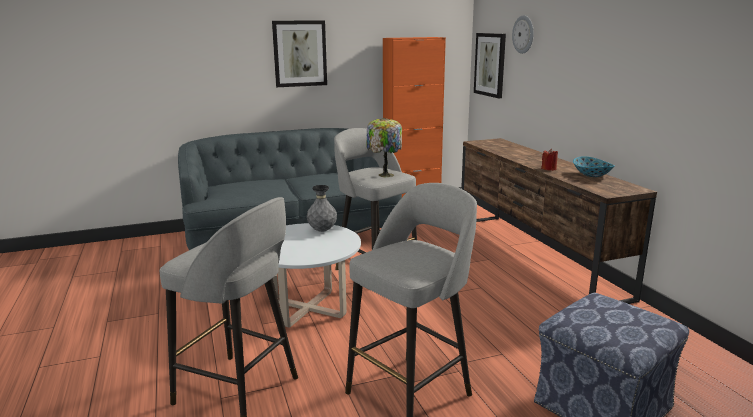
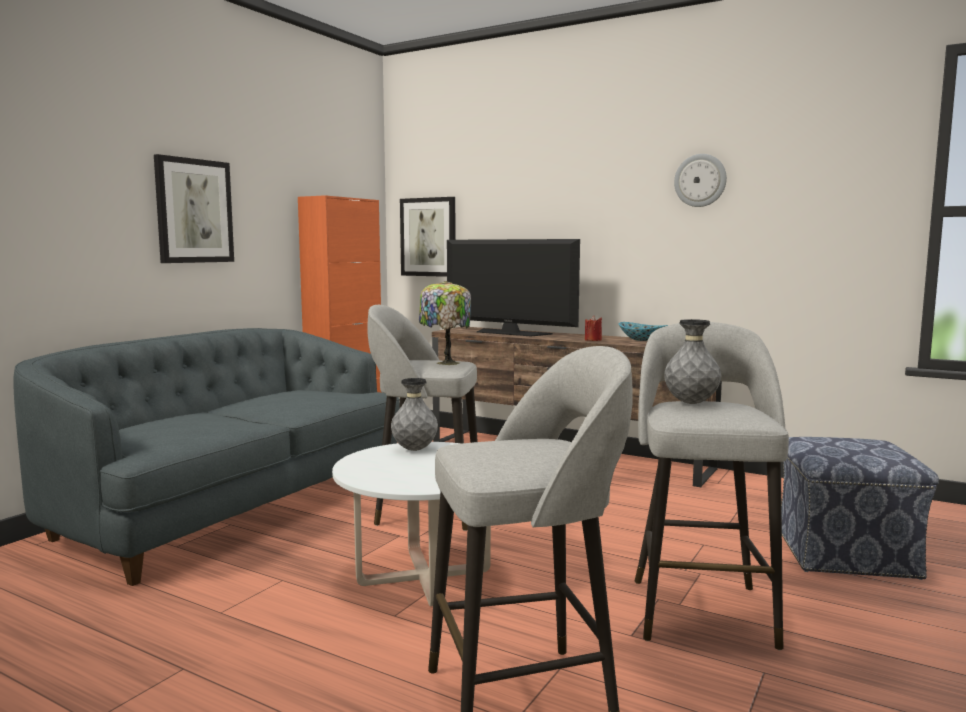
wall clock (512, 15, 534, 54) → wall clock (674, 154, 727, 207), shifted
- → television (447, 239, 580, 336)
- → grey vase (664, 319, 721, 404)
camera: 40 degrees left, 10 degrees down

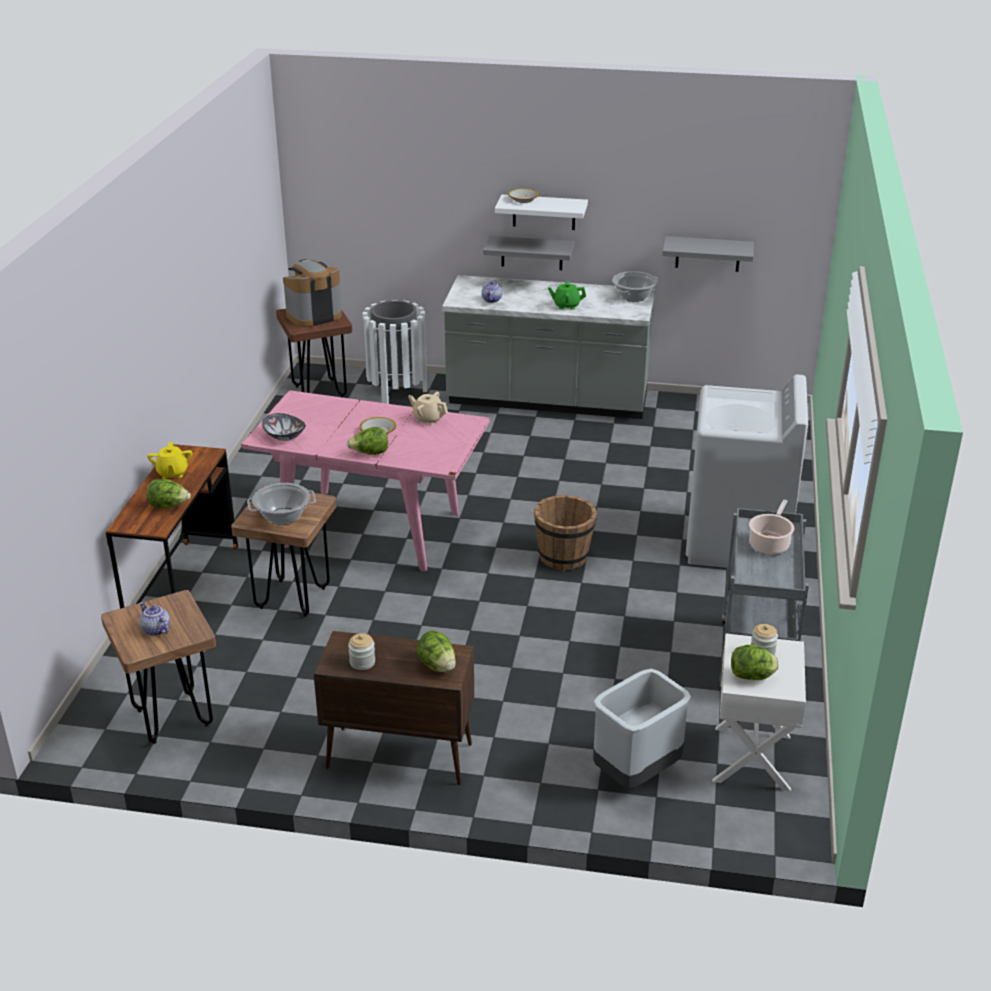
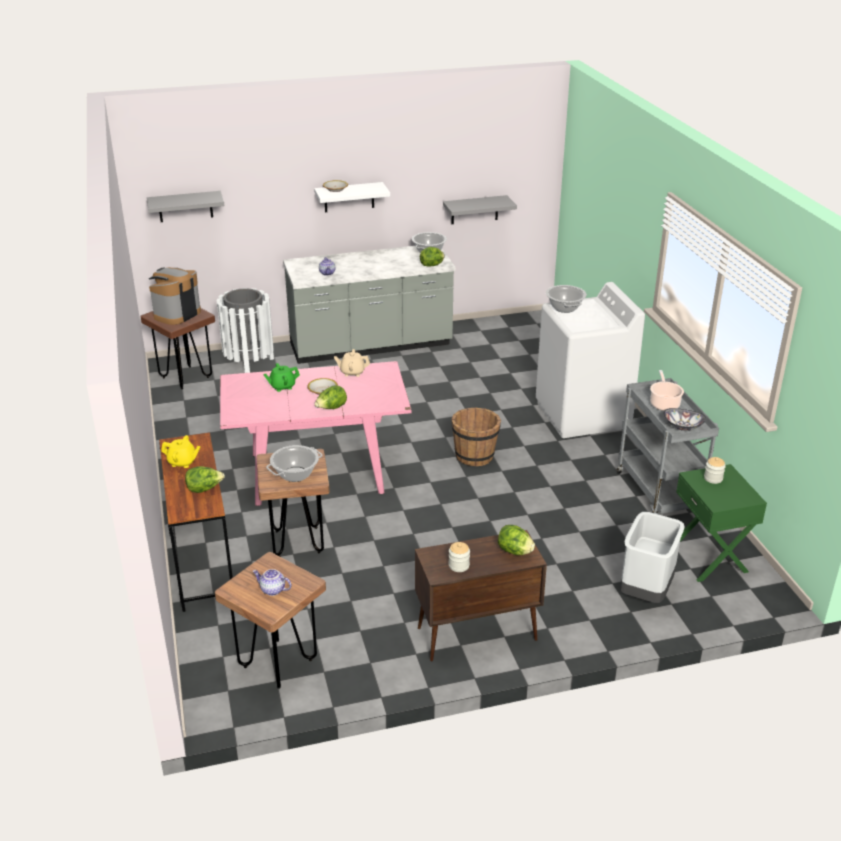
grey shelf (483, 236, 575, 270) → grey shelf (147, 191, 225, 222), shifted
green teapot (548, 281, 586, 310) → green teapot (263, 363, 300, 392), shifted
bowl (262, 413, 306, 441) → bowl (664, 408, 706, 431), shifted
yellow teapot (147, 442, 192, 479) → yellow teapot (161, 435, 201, 468), 45 degrees counterclockwise
white nightstand (712, 634, 806, 791) → green nightstand (676, 464, 767, 582)
lettuce (731, 645, 779, 680) → lettuce (420, 247, 445, 267), shifted
- → cooking pot (546, 285, 587, 313)
camera: 25 degrees left, 0 degrees up

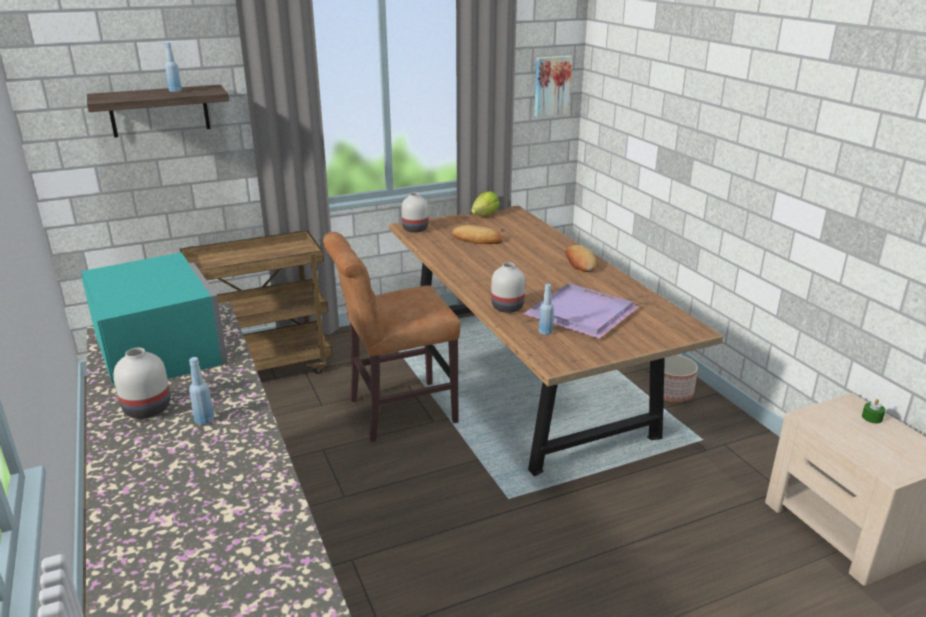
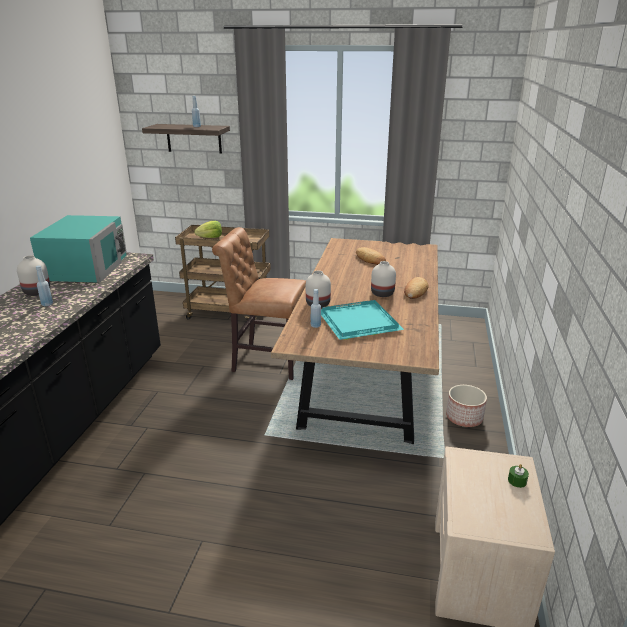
picture (534, 55, 572, 117) → -
lettuce (471, 191, 499, 216) → lettuce (194, 221, 222, 238), shifted
white vase (401, 193, 428, 233) → white vase (371, 261, 396, 297), shifted
purple tray (523, 283, 639, 339) → turquoise tray (321, 300, 404, 340)
camera: 35 degrees right, 0 degrees up

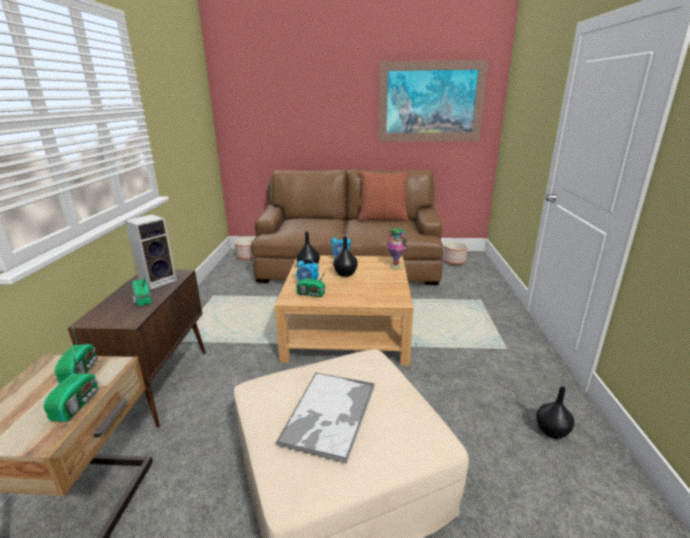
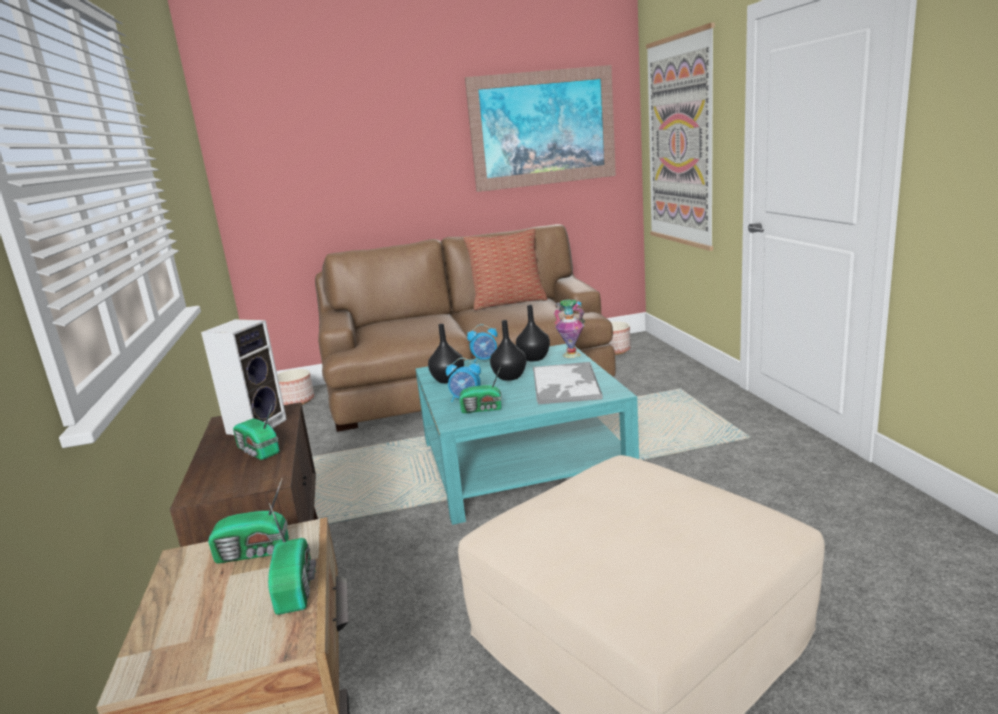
beige coffee table (275, 255, 413, 366) → turquoise coffee table (416, 344, 639, 525)
radio (55, 325, 98, 384) → radio (208, 479, 289, 564), 105 degrees clockwise
tray (276, 373, 375, 463) → tray (533, 362, 603, 404), shifted
black vase (536, 387, 574, 439) → black vase (516, 305, 550, 361), shifted
- → picture (646, 22, 715, 251)
camera: 15 degrees left, 5 degrees down

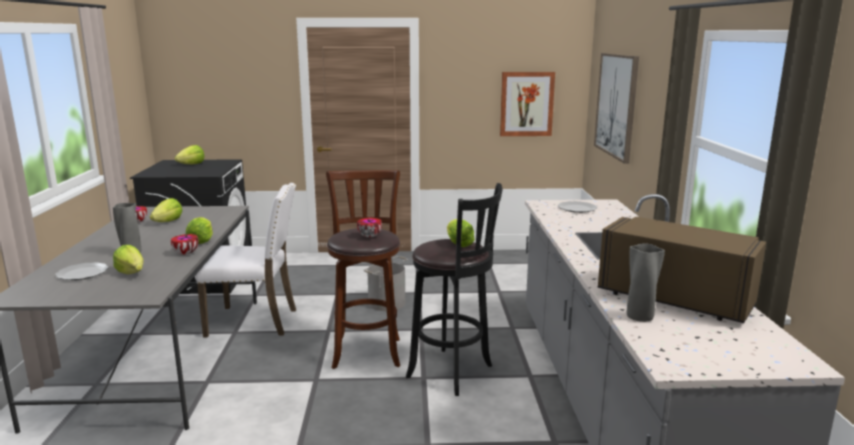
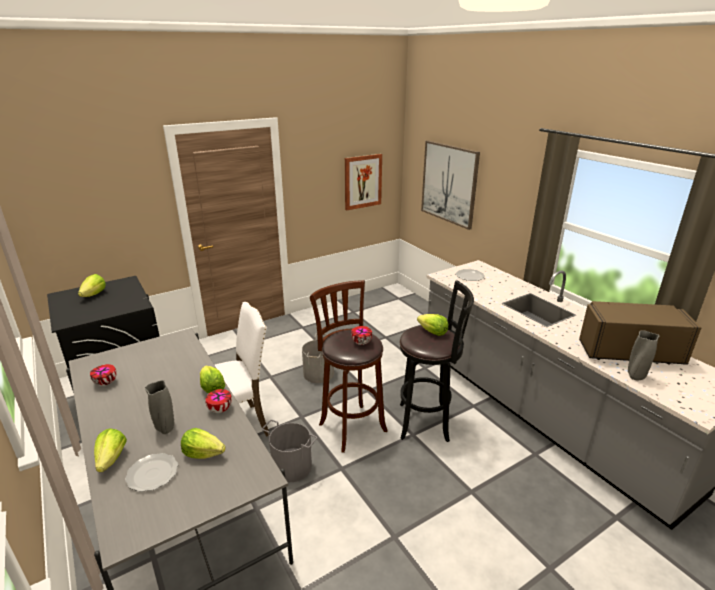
lettuce (150, 198, 182, 222) → lettuce (94, 428, 127, 472), shifted
- → grey bucket (262, 420, 317, 482)
camera: 30 degrees left, 10 degrees up

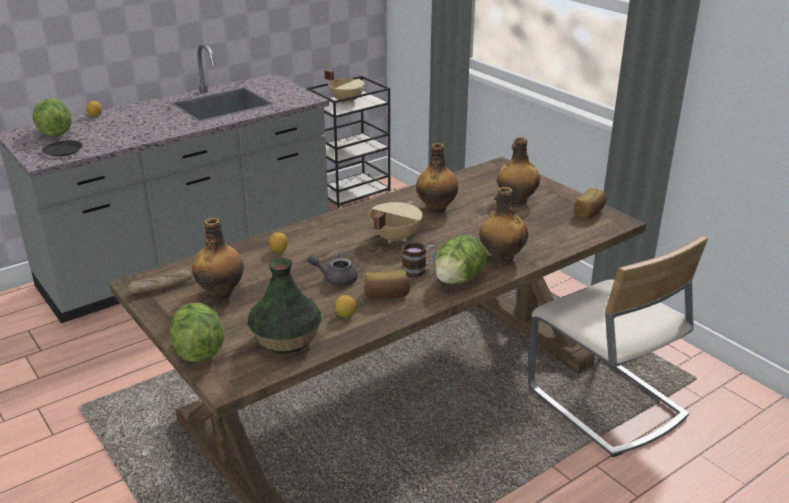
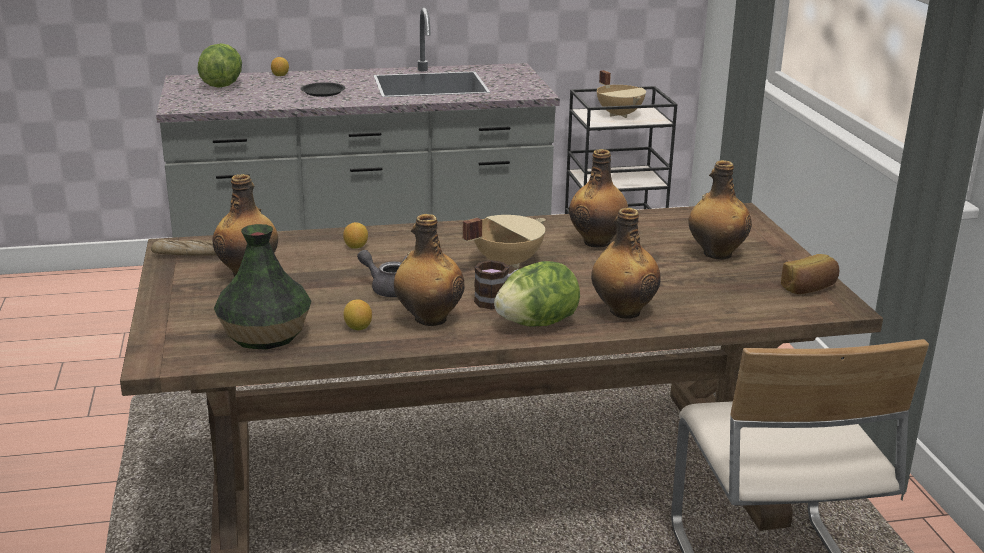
black plate (42, 140, 83, 156) → black plate (301, 82, 345, 97), shifted
bread (364, 270, 410, 299) → bottle (394, 214, 465, 326)
lettuce (169, 303, 224, 362) → -
camera: 25 degrees right, 5 degrees down

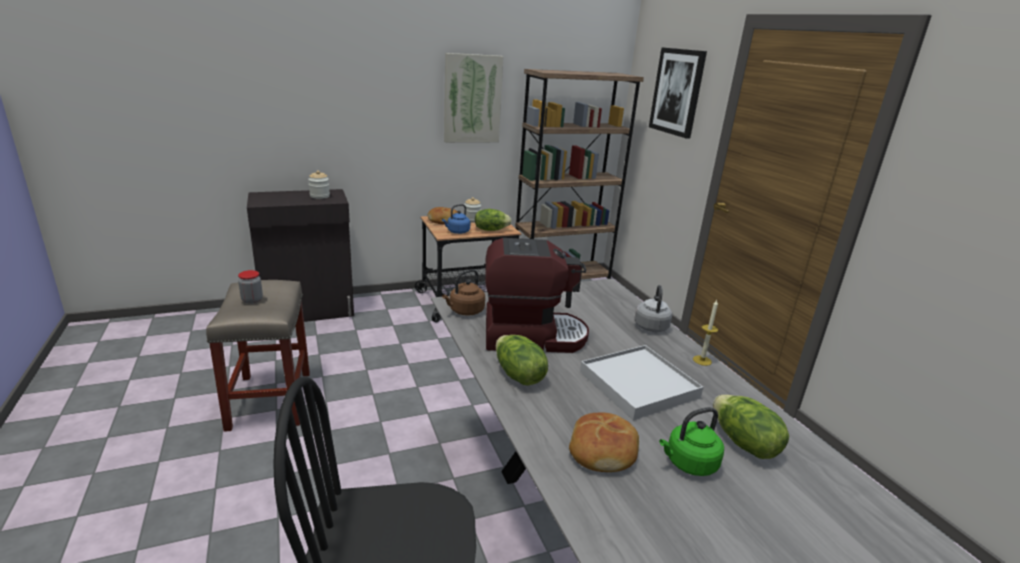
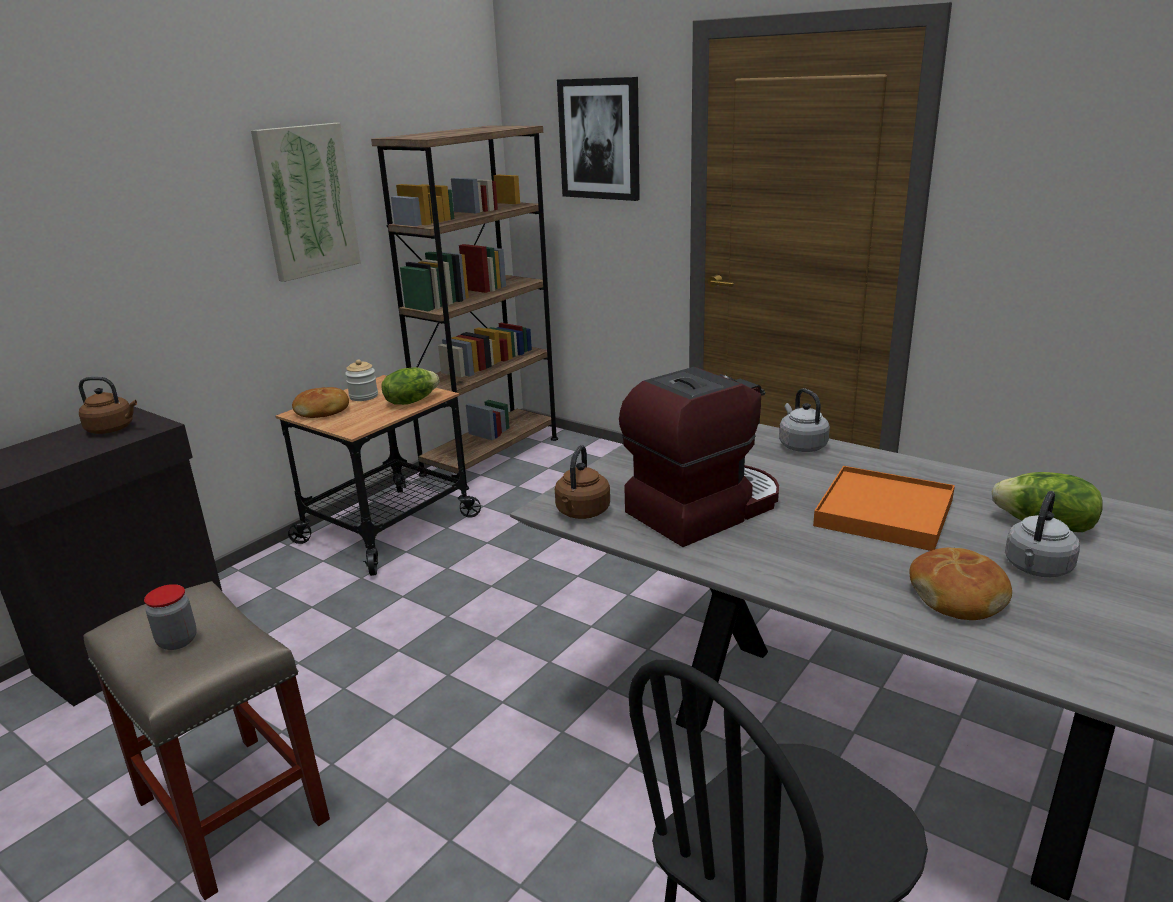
jar (308, 170, 330, 199) → brown kettle (79, 377, 137, 434)
blue kettle (442, 204, 470, 234) → -
candle (693, 300, 718, 366) → -
lettuce (496, 335, 548, 386) → -
white tray (580, 345, 703, 420) → orange tray (813, 466, 955, 551)
green kettle (659, 407, 724, 476) → grey kettle (1005, 491, 1080, 577)
camera: 30 degrees left, 0 degrees up

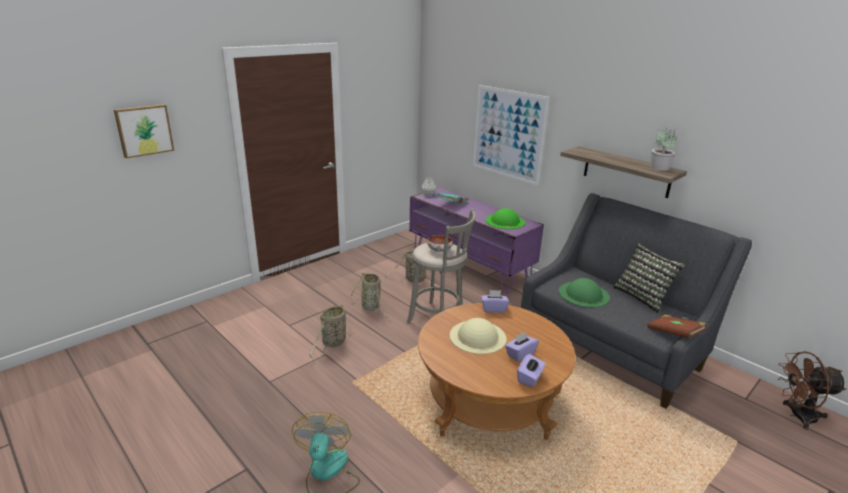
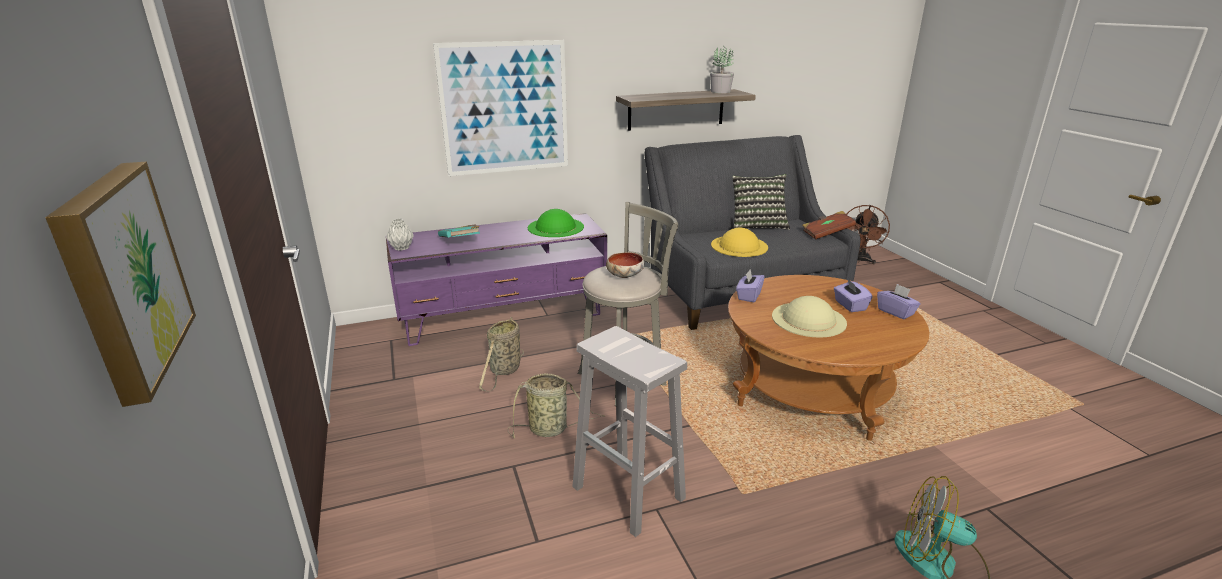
green hat (559, 278, 610, 308) → yellow hat (711, 228, 768, 257)
basket (309, 304, 351, 359) → white stool (572, 326, 687, 537)
camera: 65 degrees left, 0 degrees up

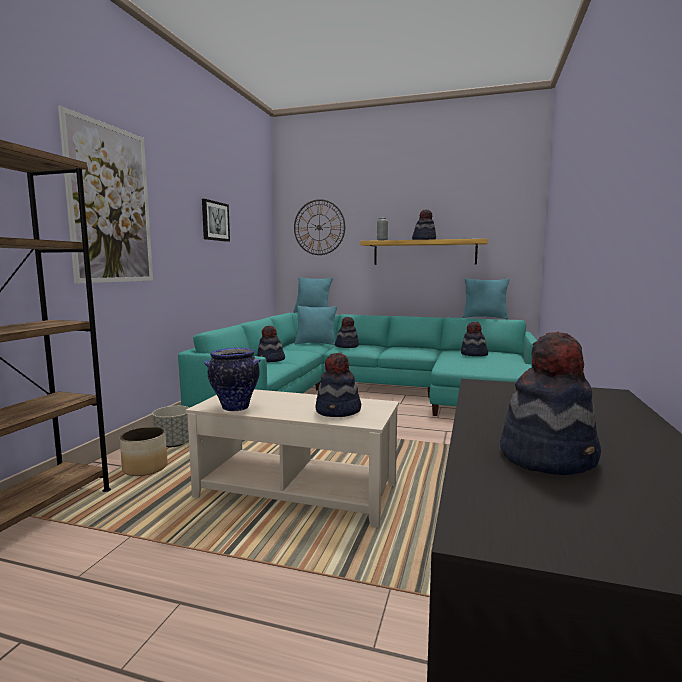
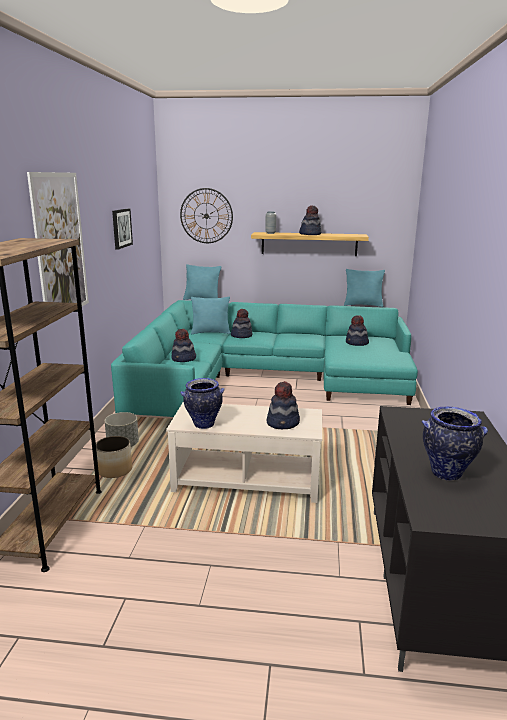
hat (500, 331, 601, 475) → vase (422, 407, 488, 481)
camera: 10 degrees left, 10 degrees up

